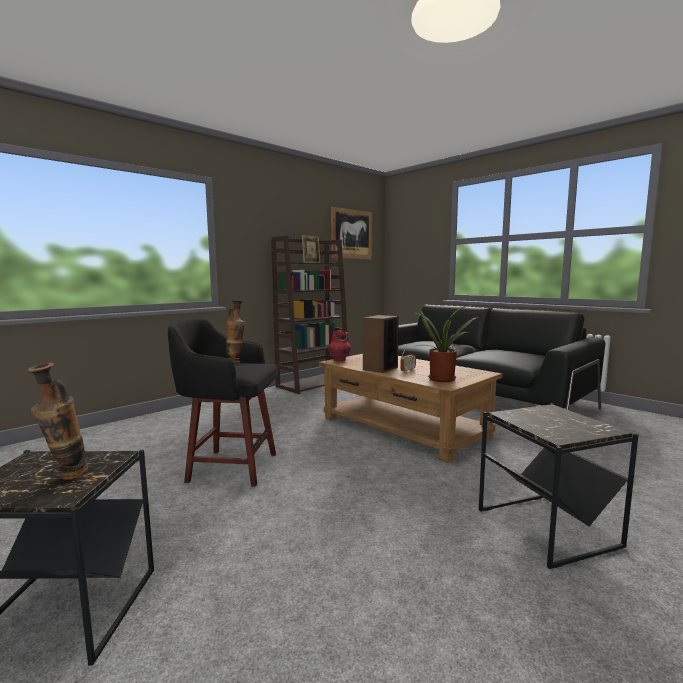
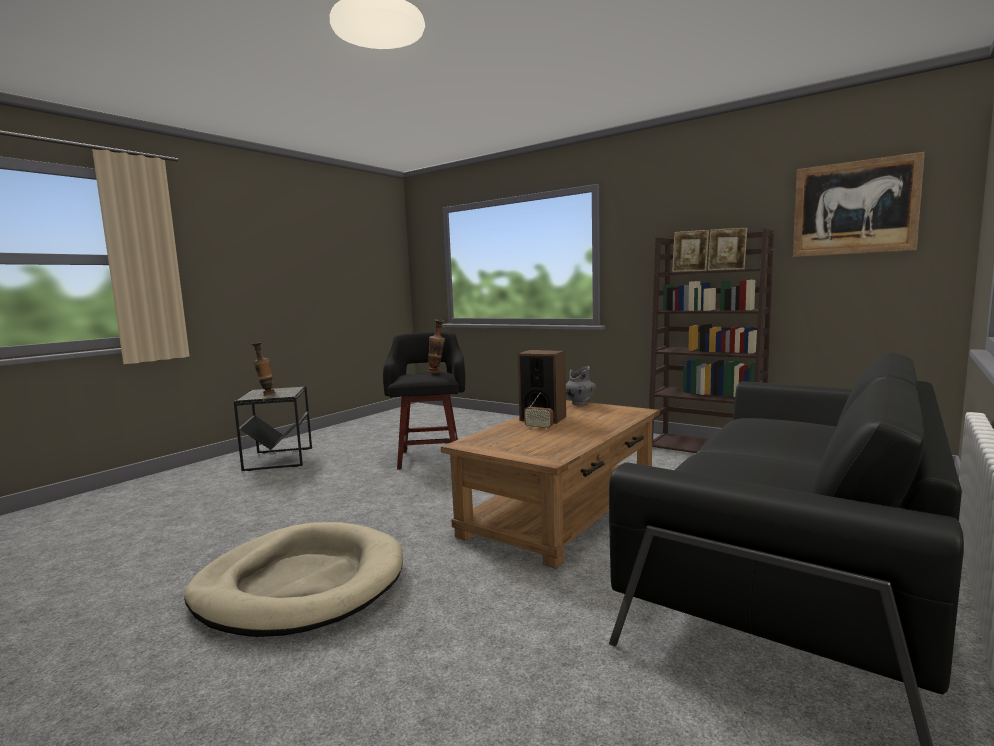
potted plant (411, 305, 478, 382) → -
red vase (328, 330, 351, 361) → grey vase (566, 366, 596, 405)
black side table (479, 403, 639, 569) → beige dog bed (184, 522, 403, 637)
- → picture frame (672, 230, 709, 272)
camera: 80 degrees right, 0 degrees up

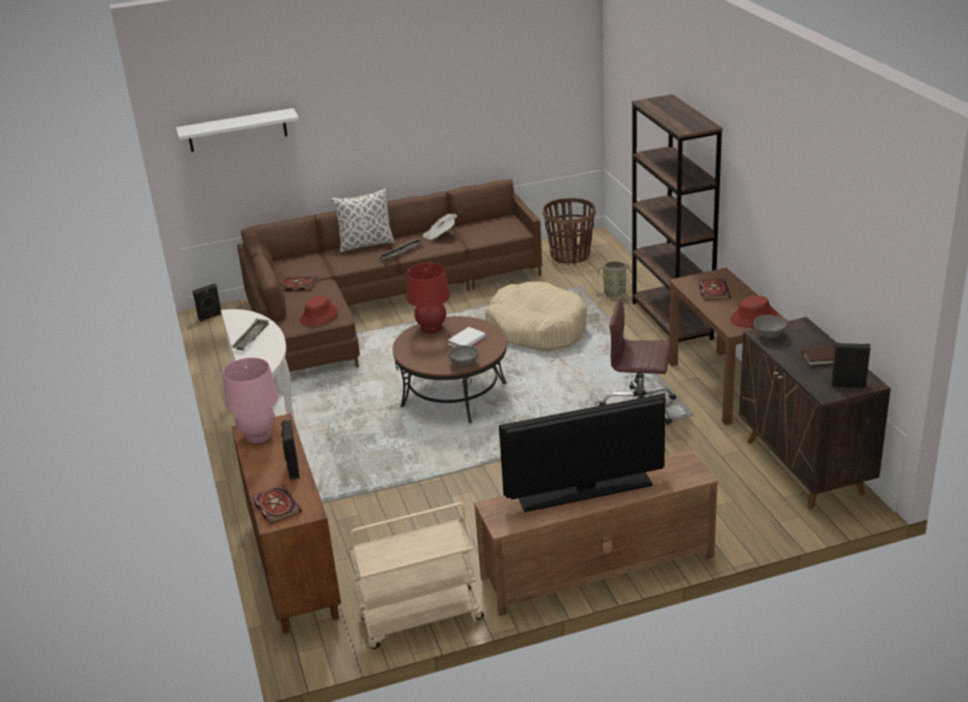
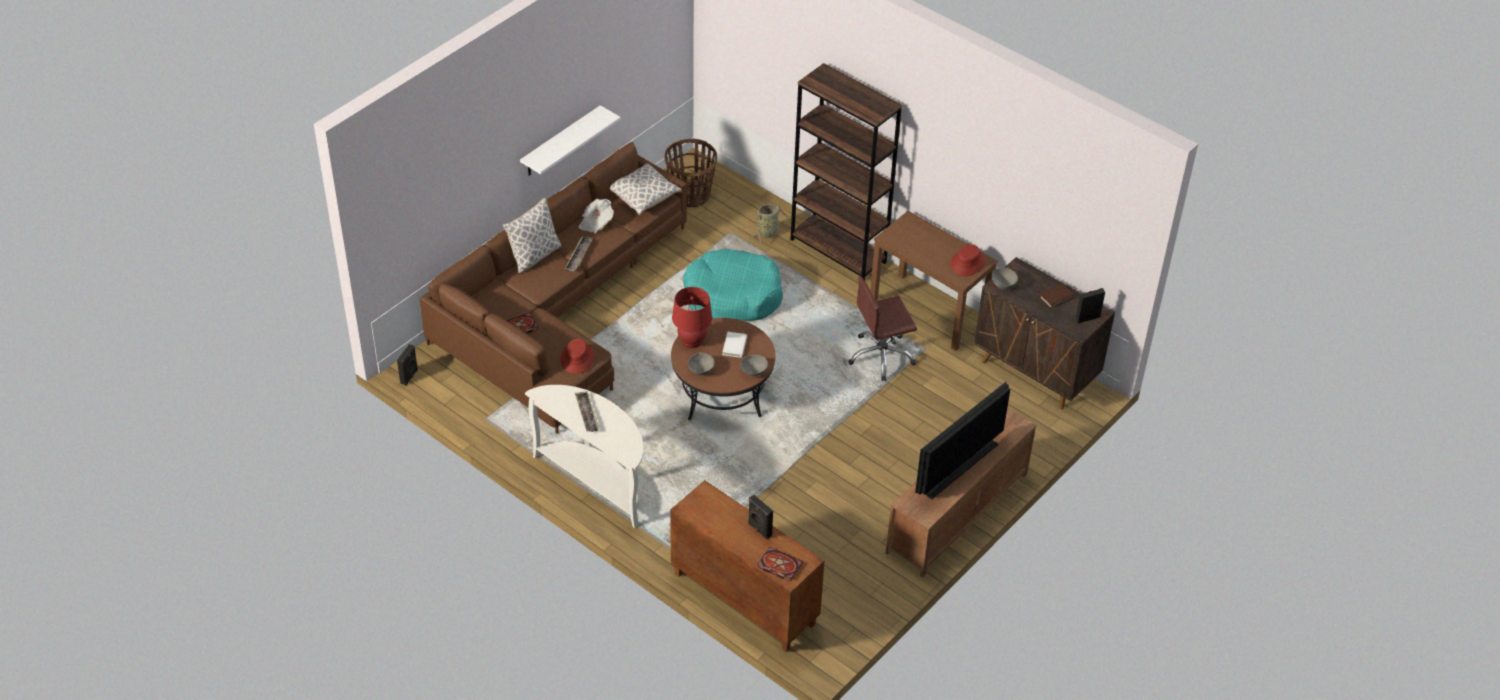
white shelf (176, 108, 299, 152) → white shelf (520, 105, 621, 176), shifted
book (699, 278, 731, 300) → -
beige dog bed (485, 281, 587, 351) → turquoise dog bed (683, 248, 783, 321)
pink table lamp (223, 358, 278, 443) → -
beige cart (350, 502, 484, 649) → -
- → pillow (610, 164, 681, 215)
- → grey bowl (688, 352, 715, 375)
camera: 35 degrees left, 15 degrees up

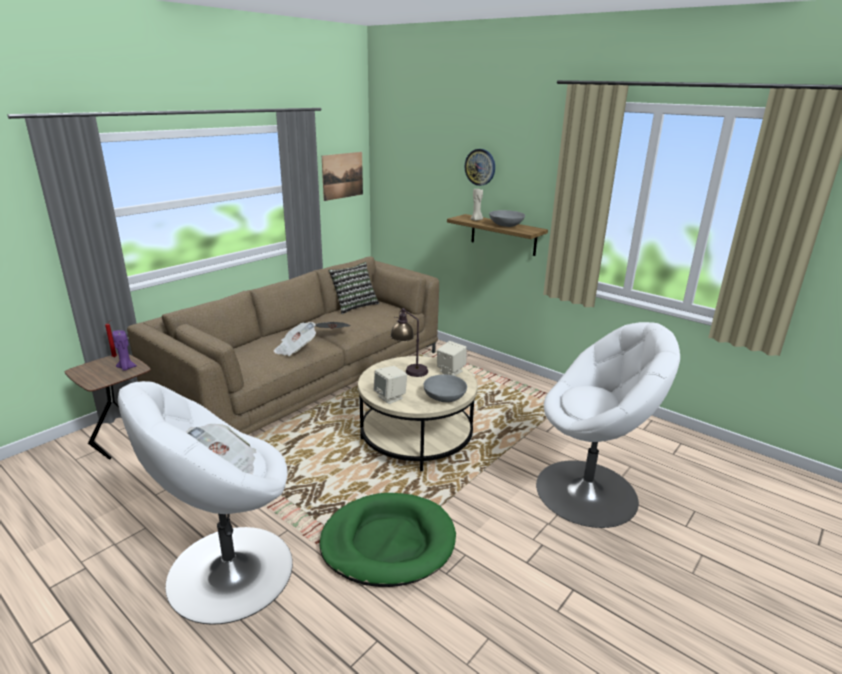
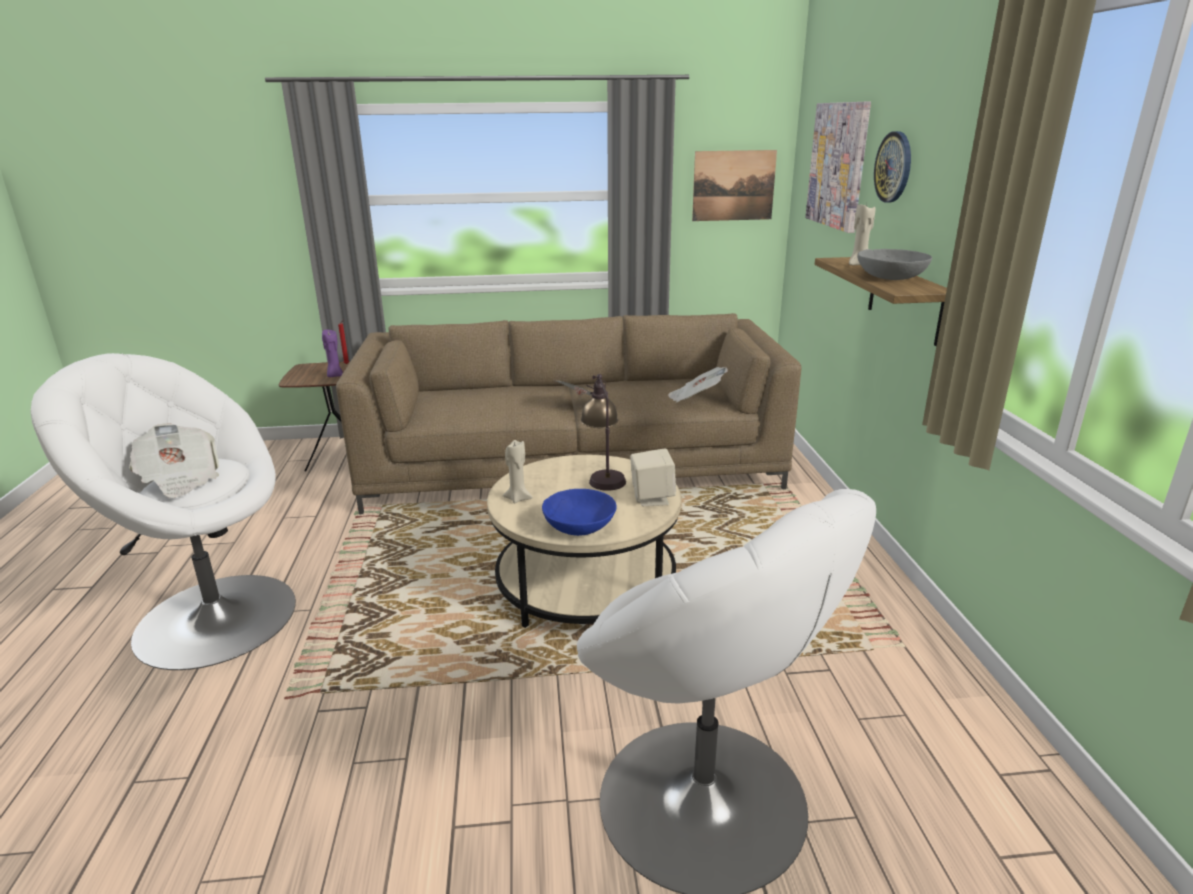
pillow (329, 262, 379, 314) → -
newspaper (274, 322, 316, 356) → newspaper (668, 367, 728, 403), shifted
beige speaker (374, 366, 407, 404) → beige candle (503, 440, 533, 504)
grey bowl (424, 375, 467, 402) → blue bowl (542, 489, 617, 536)
green dog bed (319, 493, 456, 587) → -
- → picture (805, 102, 871, 233)
camera: 45 degrees right, 0 degrees up

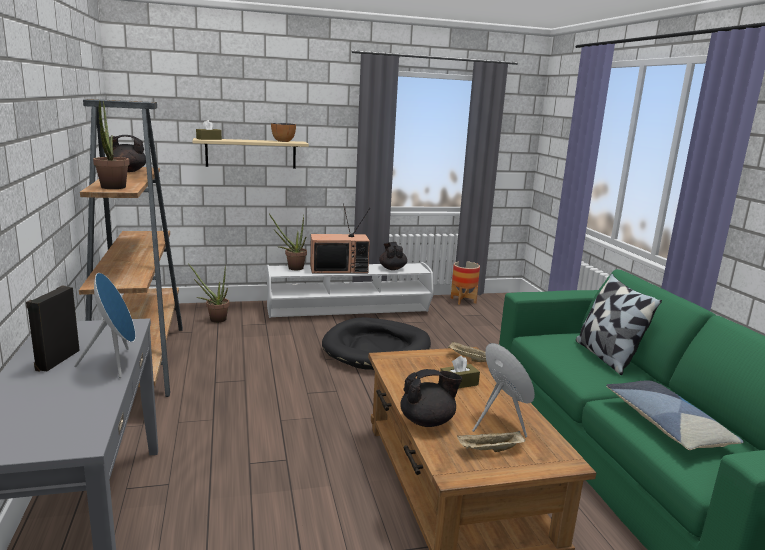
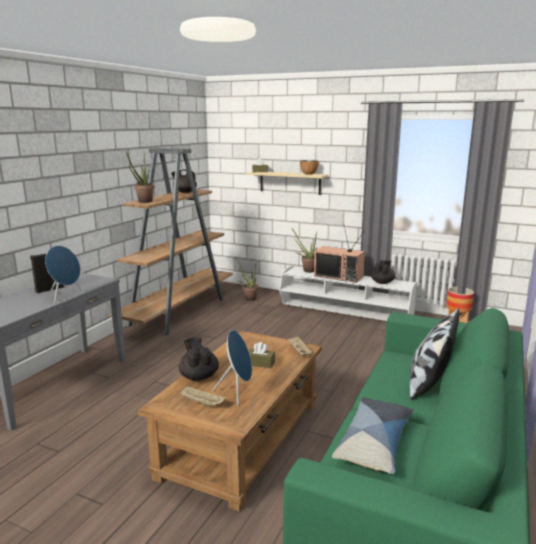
black dog bed (322, 317, 431, 370) → -
black teapot (400, 369, 462, 427) → black teapot (179, 337, 219, 381), 135 degrees counterclockwise
camera: 40 degrees right, 0 degrees up

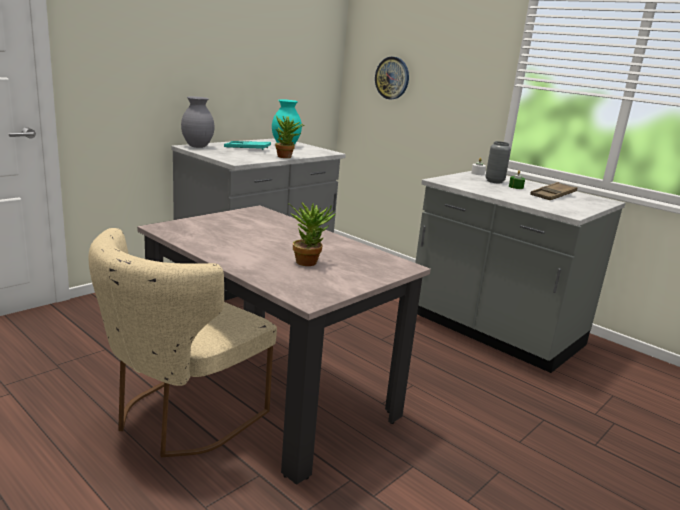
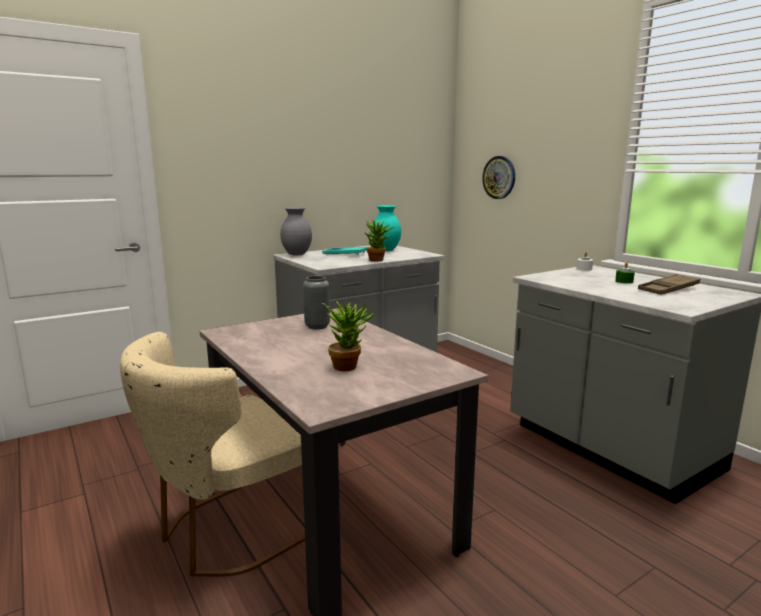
grey vase (485, 141, 511, 183) → grey vase (303, 276, 330, 330), shifted
camera: 15 degrees right, 5 degrees down

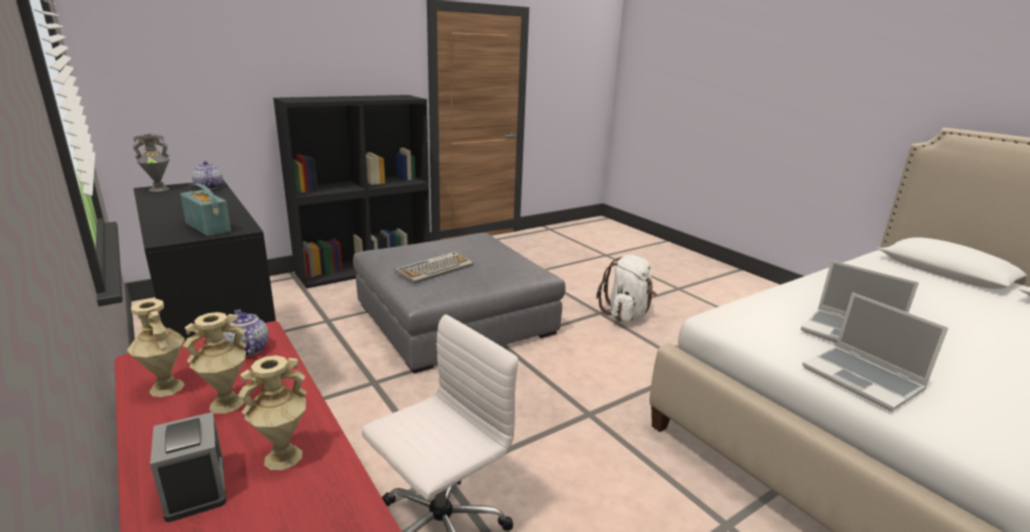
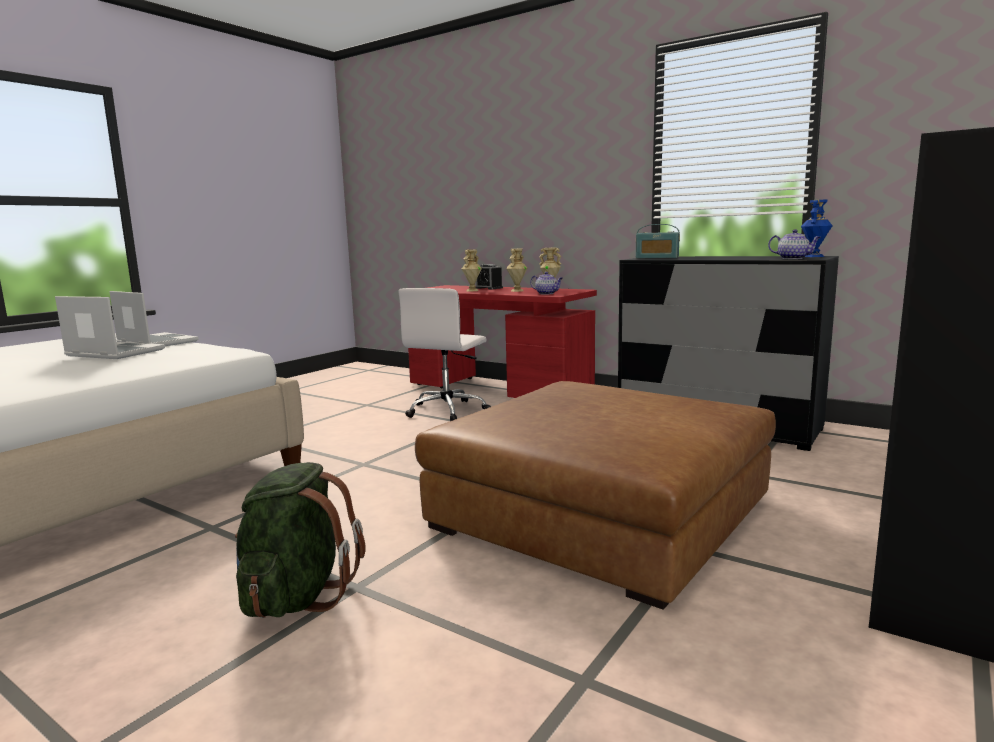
grey vase (132, 134, 170, 192) → blue vase (801, 200, 833, 257)
grey ottoman (353, 233, 566, 374) → brown ottoman (415, 381, 776, 610)
keyboard (395, 252, 473, 284) → -
white backpack (596, 255, 657, 323) → green backpack (235, 462, 365, 618)
camera: 160 degrees right, 10 degrees down

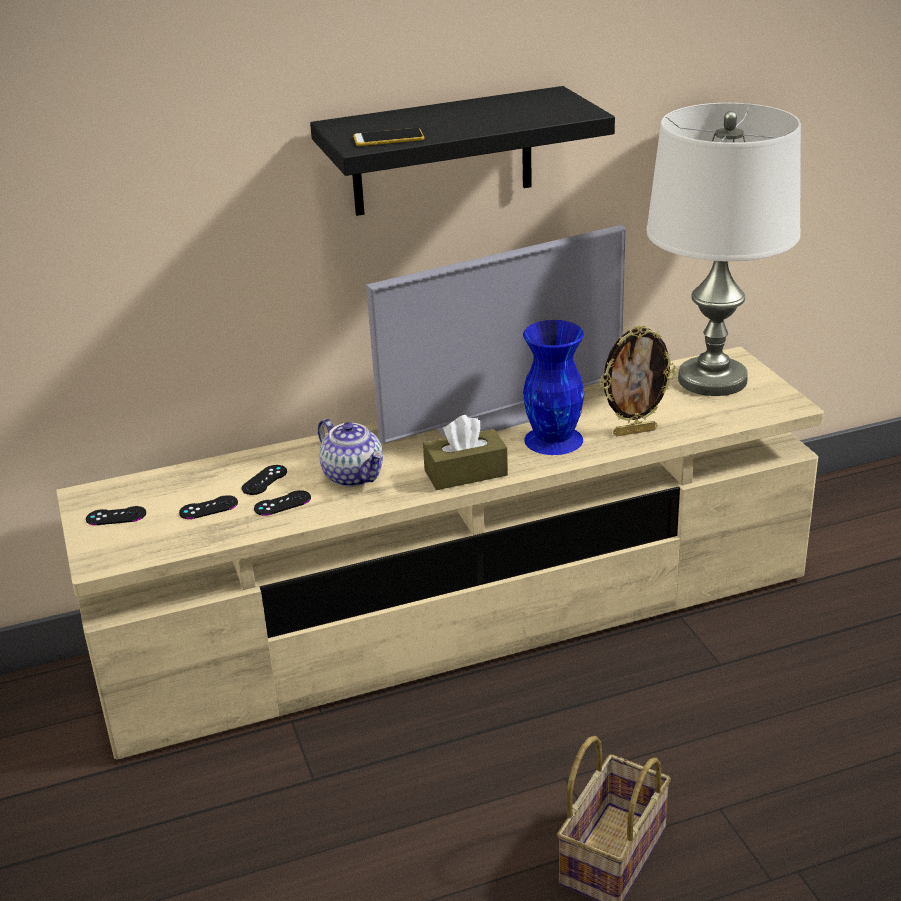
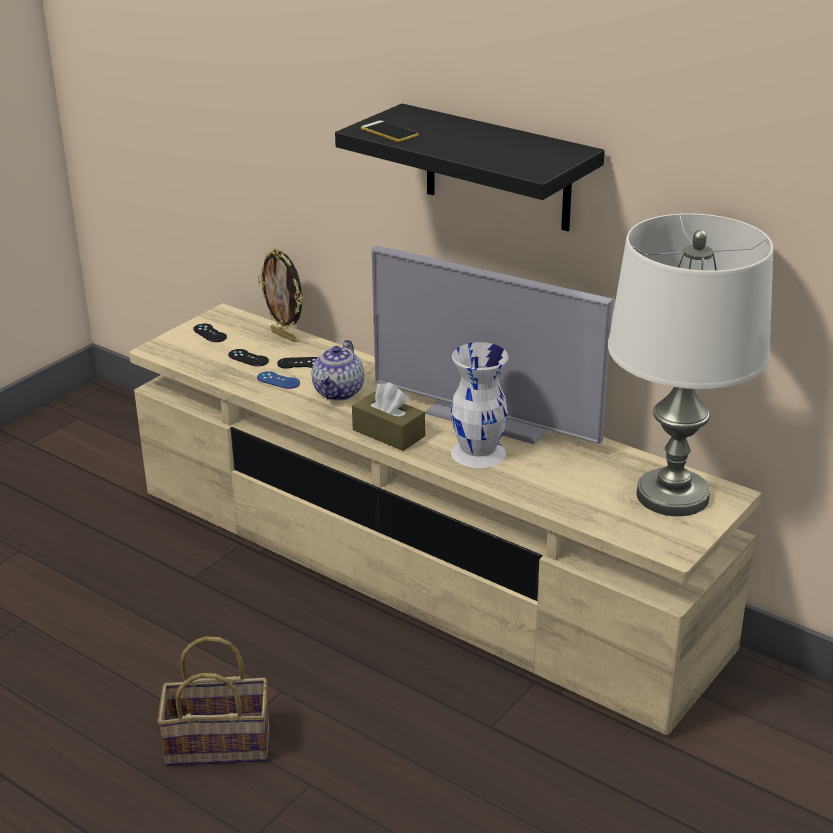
blue vase (523, 320, 584, 455) → white vase (451, 342, 508, 468)
picture frame (600, 325, 676, 436) → picture frame (258, 248, 303, 342), shifted
black game controller (254, 490, 311, 516) → blue game controller (257, 371, 300, 389)
camera: 55 degrees right, 0 degrees up

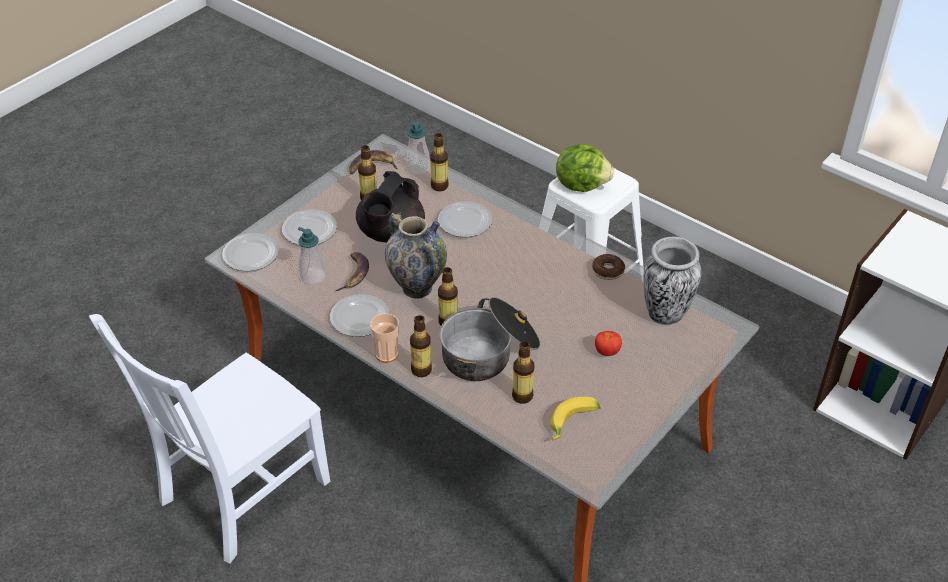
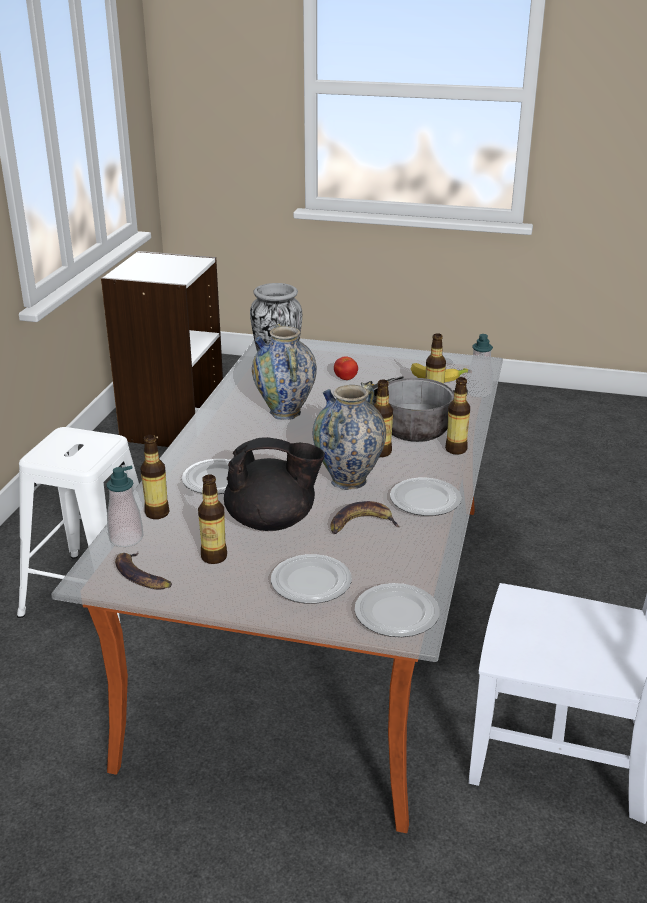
lettuce (556, 143, 614, 192) → -
soap dispenser (298, 227, 326, 285) → soap dispenser (466, 334, 493, 397), shifted
donut (592, 254, 625, 280) → -
cup (370, 314, 399, 363) → -
- → vase (252, 324, 317, 420)
camera: 115 degrees left, 15 degrees down

